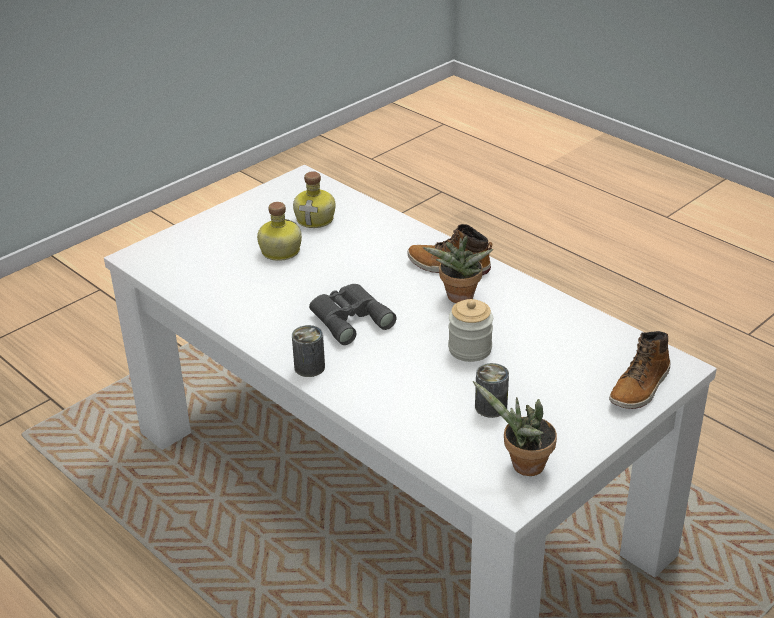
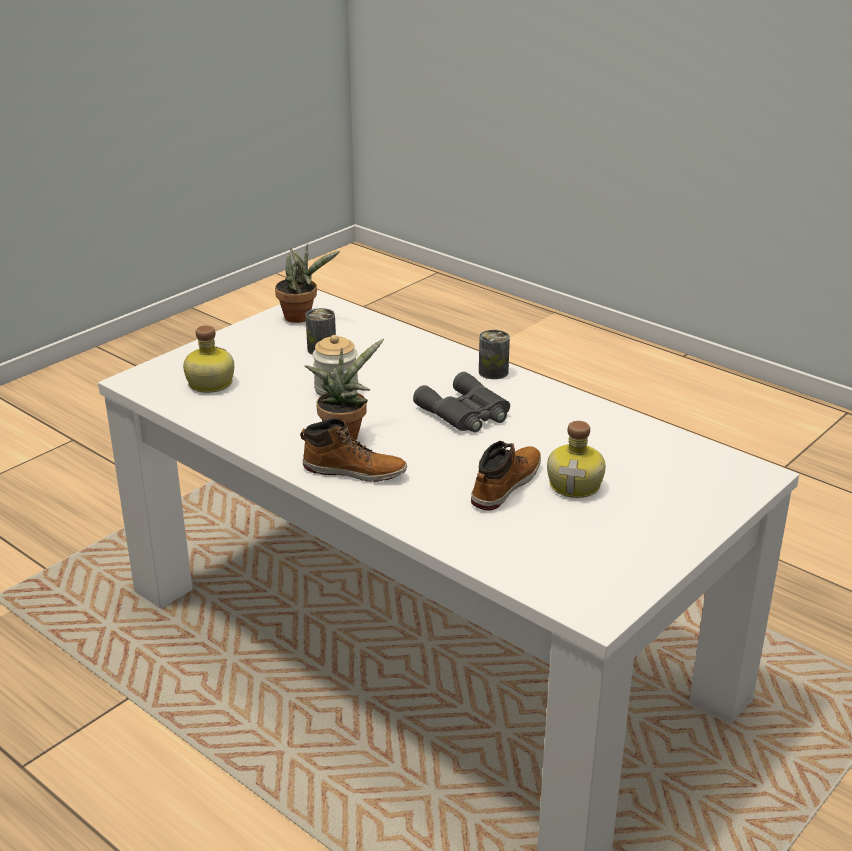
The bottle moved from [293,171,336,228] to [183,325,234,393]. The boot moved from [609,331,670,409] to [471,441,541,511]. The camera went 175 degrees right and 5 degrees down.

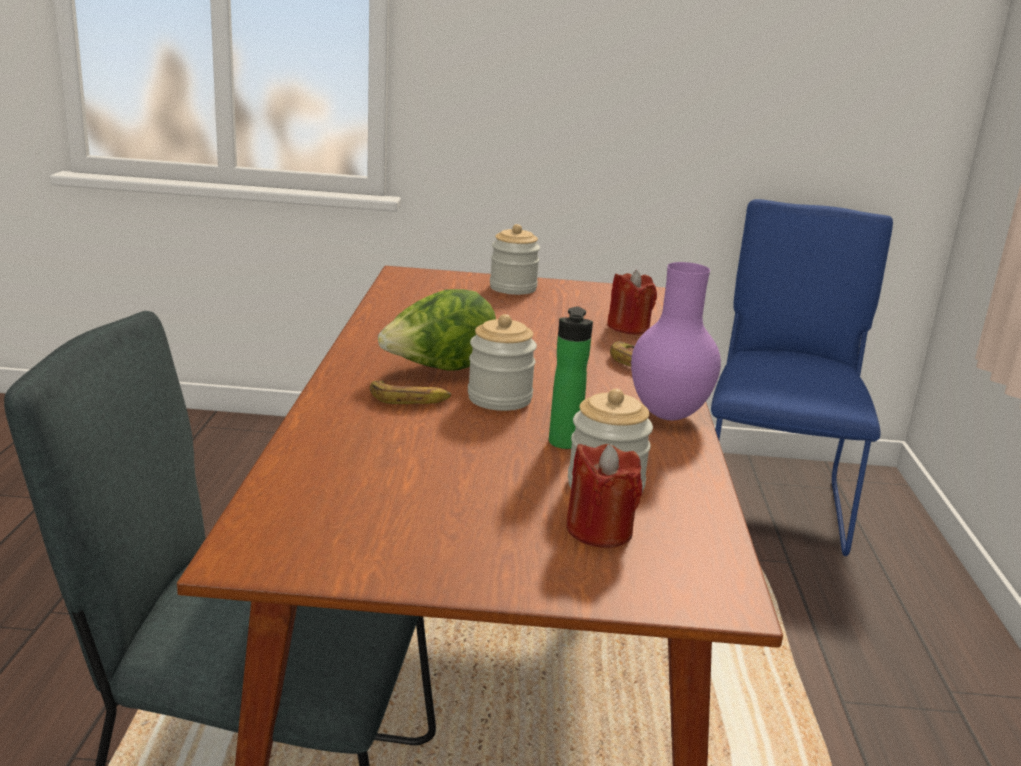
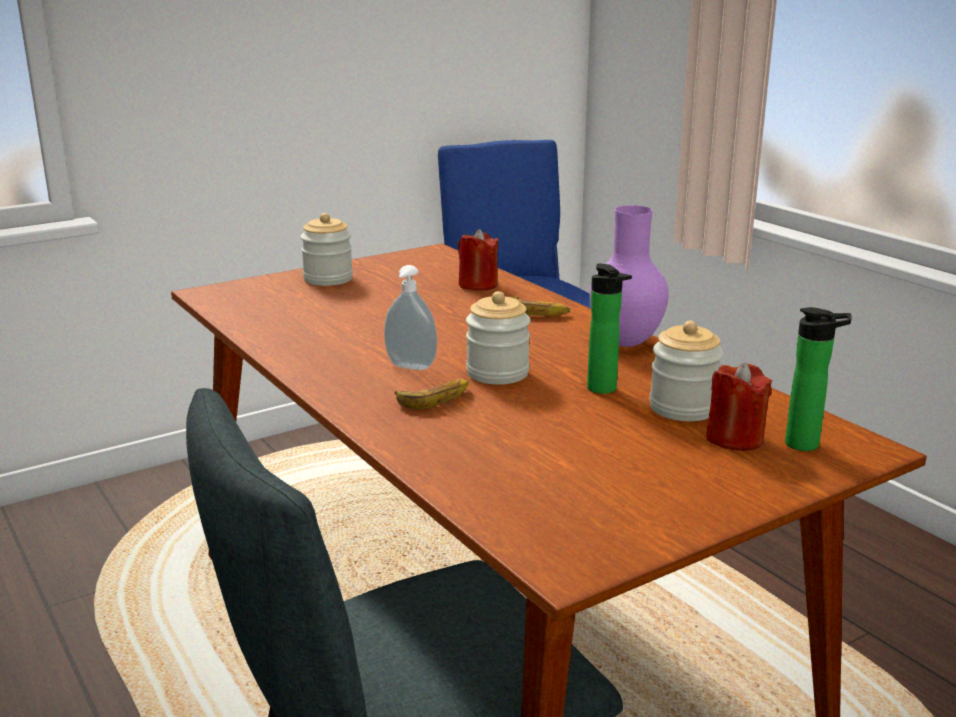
The lettuce head at [378,289,496,371] was replaced by the liquid soap bottle at [384,265,437,370]. The bottle at [785,307,851,451] appeared. The camera went 35 degrees left and 0 degrees up.

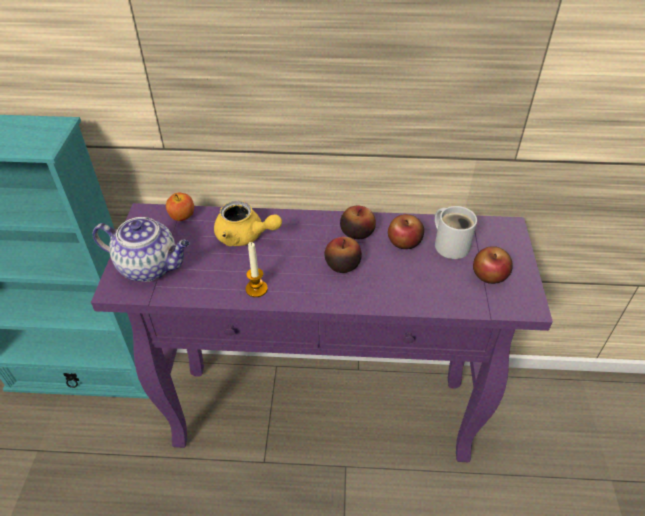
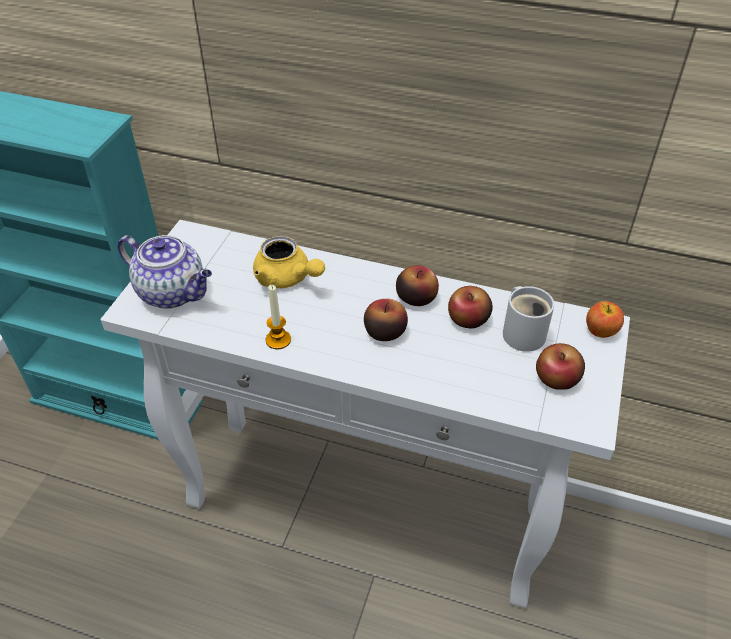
The purple console table at [91,203,553,462] became the white-coloured console table at [100,220,630,608]. The apple moved from [166,192,194,221] to [586,301,624,338]. The camera went 15 degrees right and 0 degrees up.

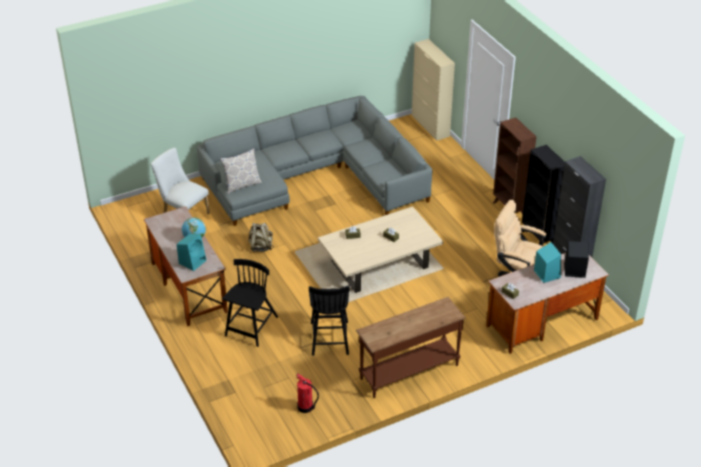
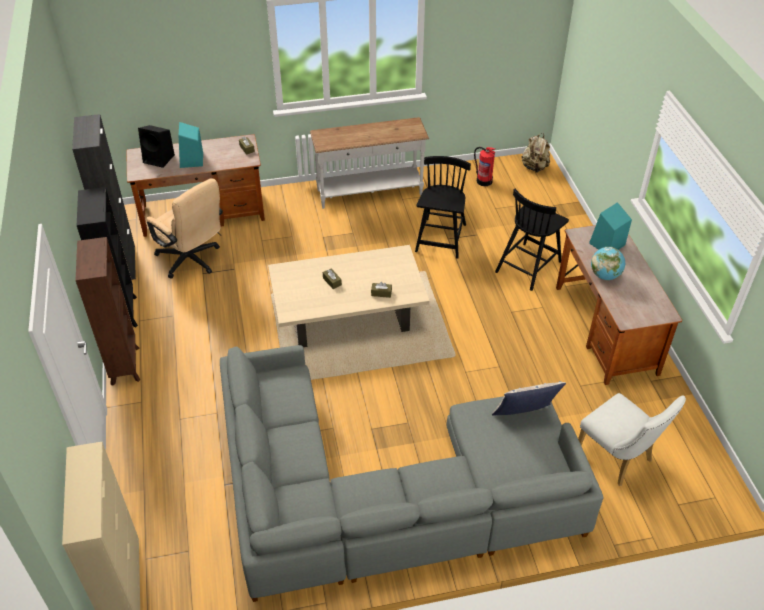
The sand-coloured rucksack moved from [248,223,274,252] to [522,133,550,173]. The brown-coloured console table at [356,297,466,398] became the white-coloured console table at [310,117,429,209]. The camera went 165 degrees left and 5 degrees up.

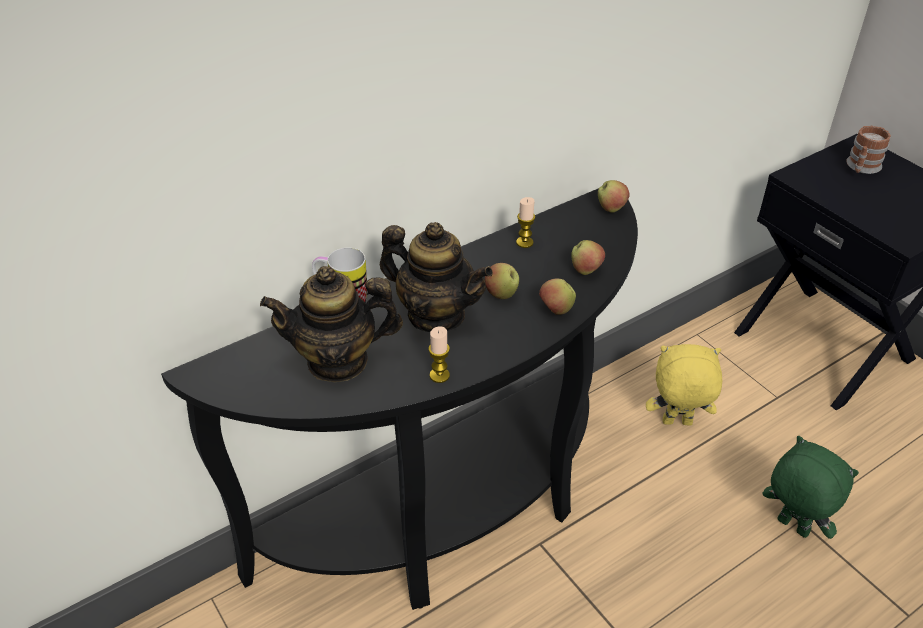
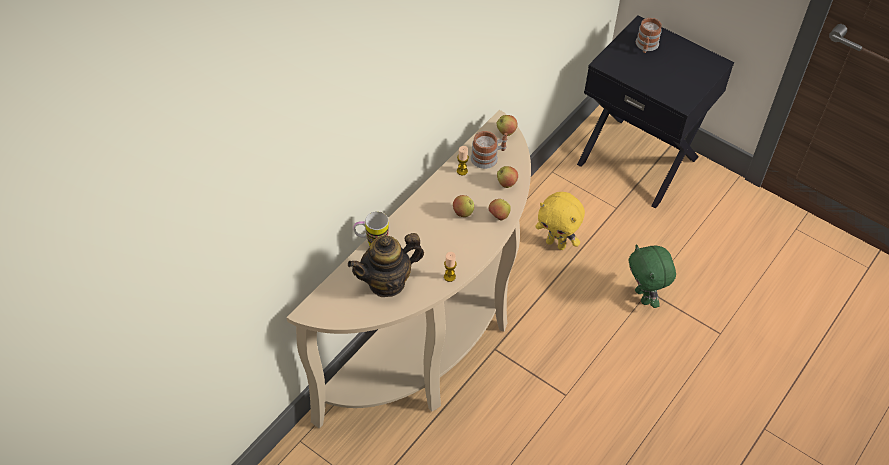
The black console table at [161,188,638,610] became the sand-coloured console table at [287,110,531,429]. The tea pot at [380,222,493,332] disappeared. The yellow-coloured soft toy at [646,344,722,426] turned 135 degrees counterclockwise. The green soft toy at [763,436,859,539] turned 135 degrees counterclockwise. The tea mug at [470,131,508,169] appeared. The camera went 20 degrees left and 10 degrees up.

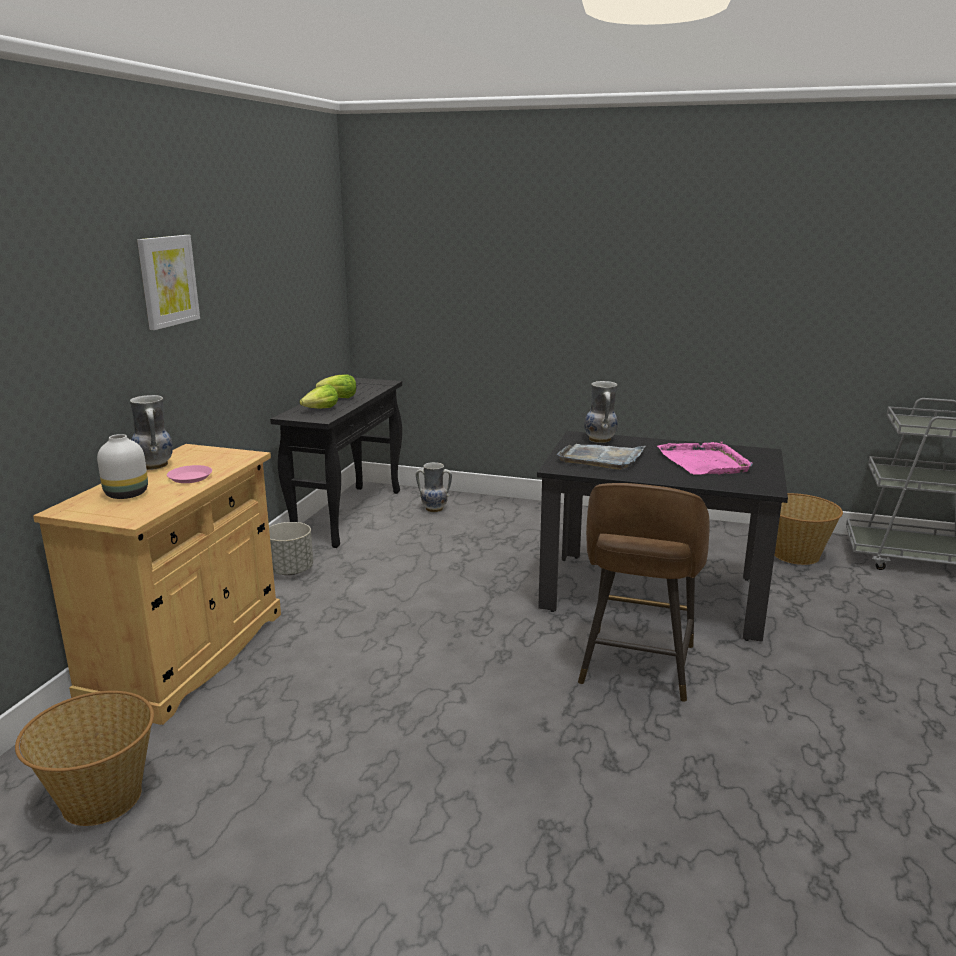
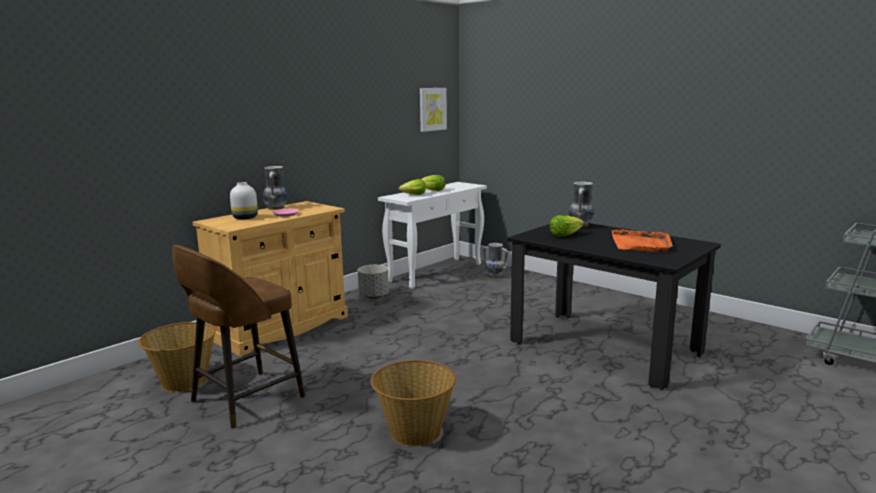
The wall picture moved from [137,235,200,330] to [420,88,447,132]. The black console table at [270,378,402,548] became the white-coloured console table at [378,182,487,289]. The grey tray at [556,444,646,470] was replaced by the lettuce head at [550,215,584,237]. The brown-coloured sitting stool moved from [578,483,710,702] to [172,245,305,429]. The pink tray at [657,442,753,474] became the orangey tray at [612,229,673,252]. The basket moved from [775,493,843,565] to [371,360,456,446]. The camera went 25 degrees right and 5 degrees down.

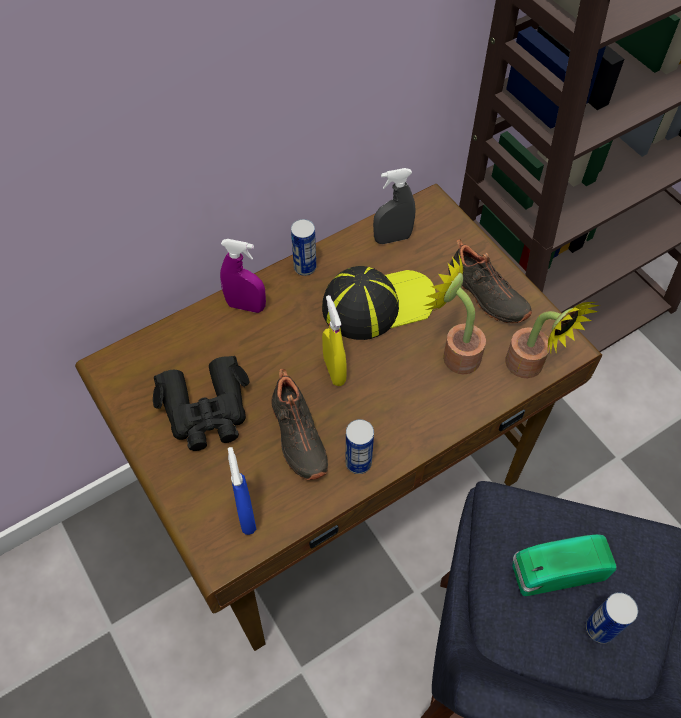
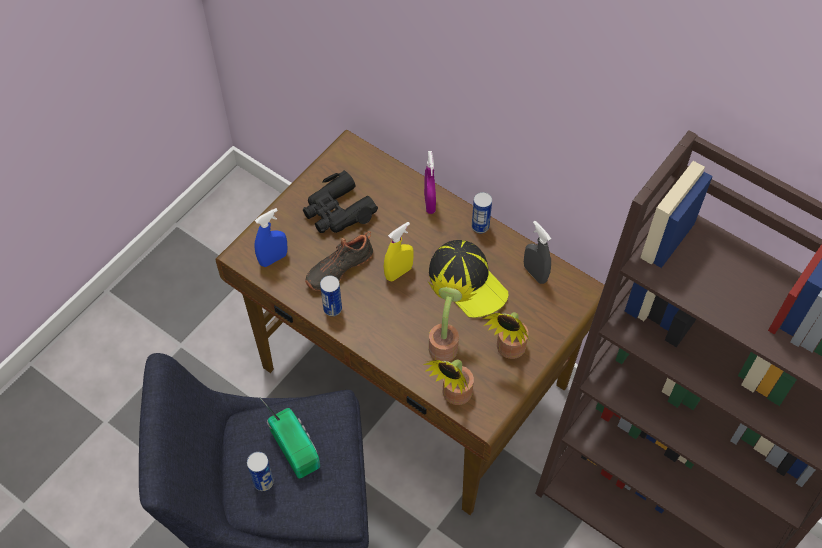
The black low shoe at [448,239,532,323] was replaced by the potted plant at [483,312,530,359]. The camera went 70 degrees right and 0 degrees up.

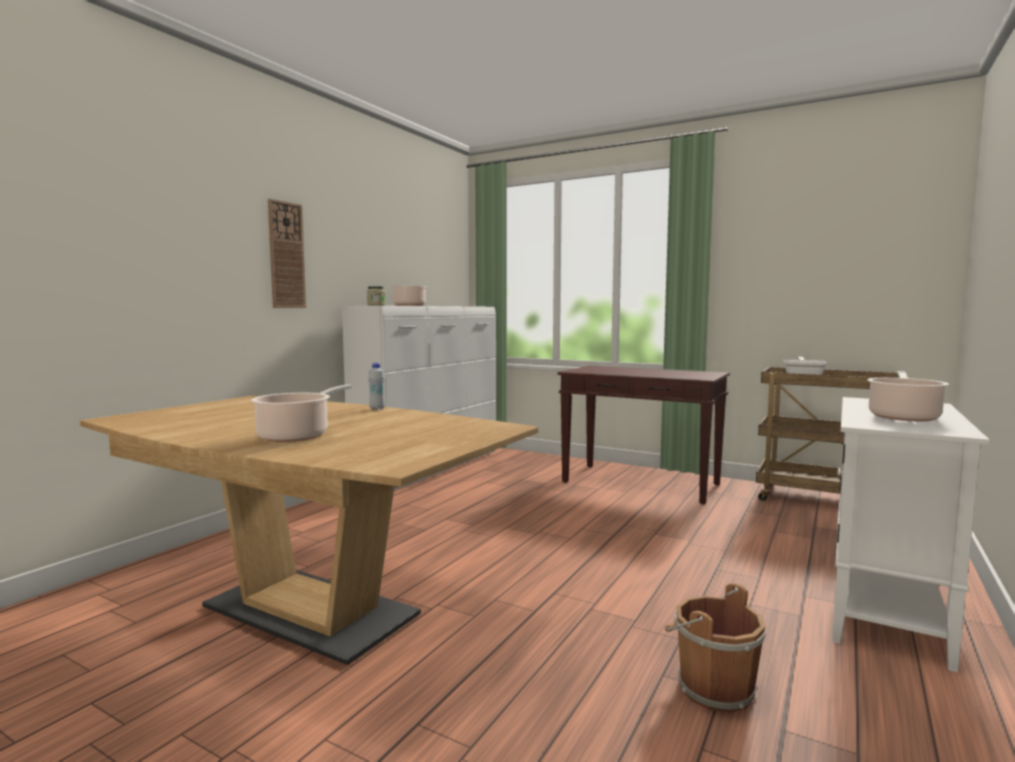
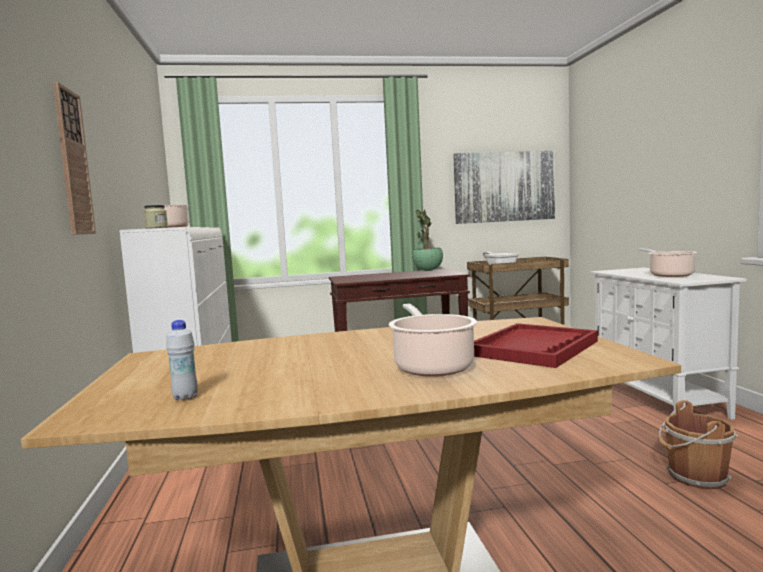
The white-coloured bottle moved from [368,363,385,410] to [166,320,198,400]. The potted plant at [412,209,443,271] appeared. The wall picture at [453,151,555,224] appeared. The reddish tray at [474,323,598,368] appeared. The camera went 40 degrees left and 0 degrees up.

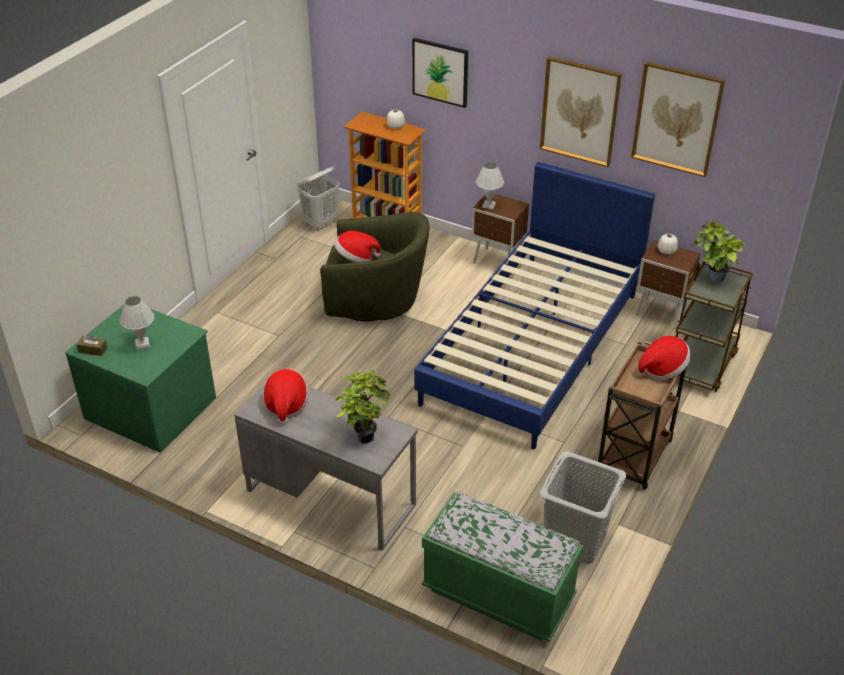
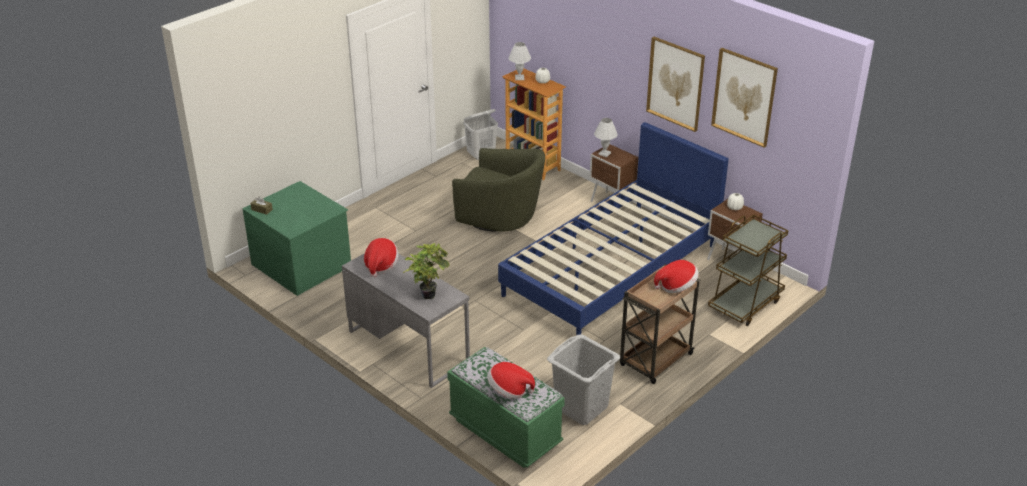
The white-coloured table lamp moved from [120,296,154,350] to [508,42,531,80]. The clothing hat moved from [334,231,380,262] to [487,362,535,399]. The wall picture at [412,38,468,108] disappeared. The potted plant at [692,220,745,282] disappeared. The camera went 15 degrees right and 5 degrees down.

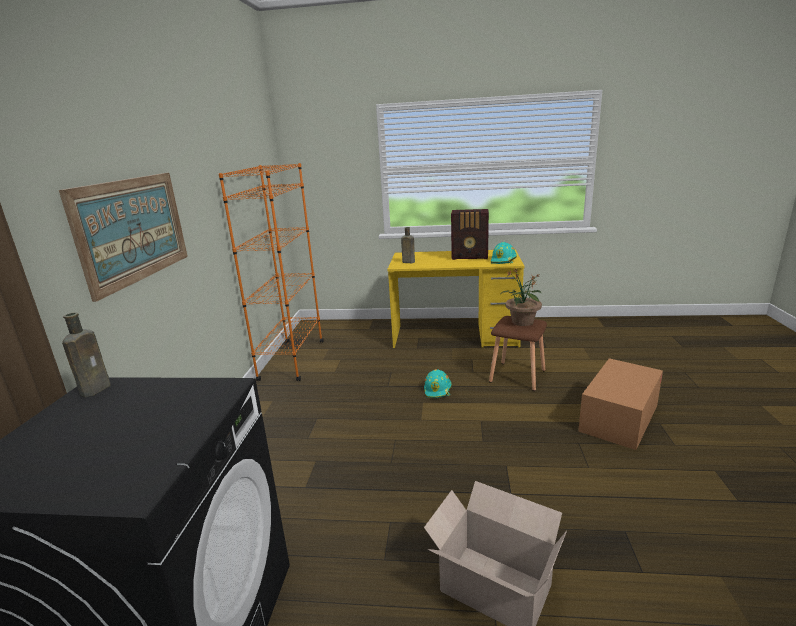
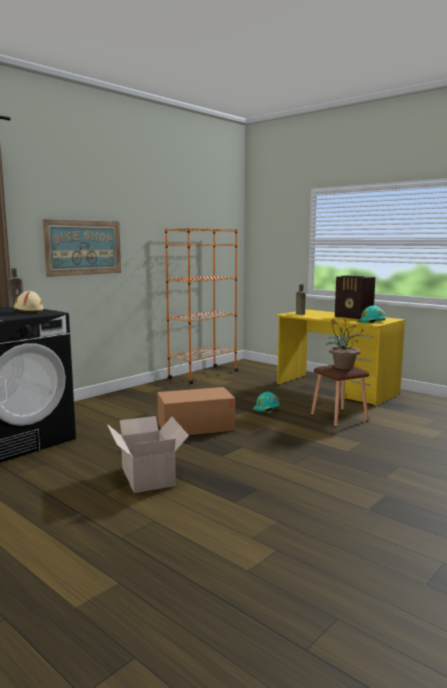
The cardboard box moved from [578,358,663,450] to [157,387,235,435]. The sand-coloured safety helmet at [14,291,43,313] appeared. The camera went 35 degrees right and 10 degrees down.

